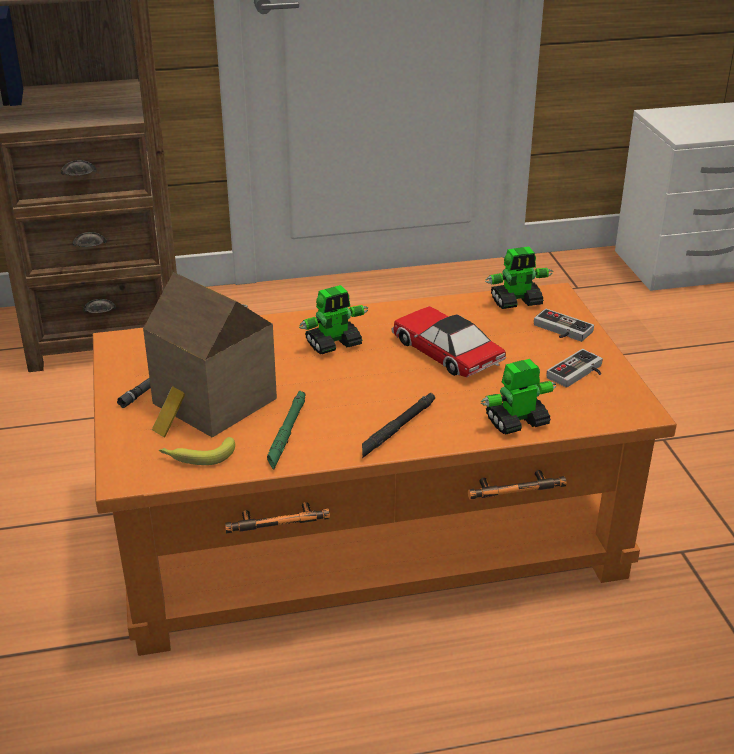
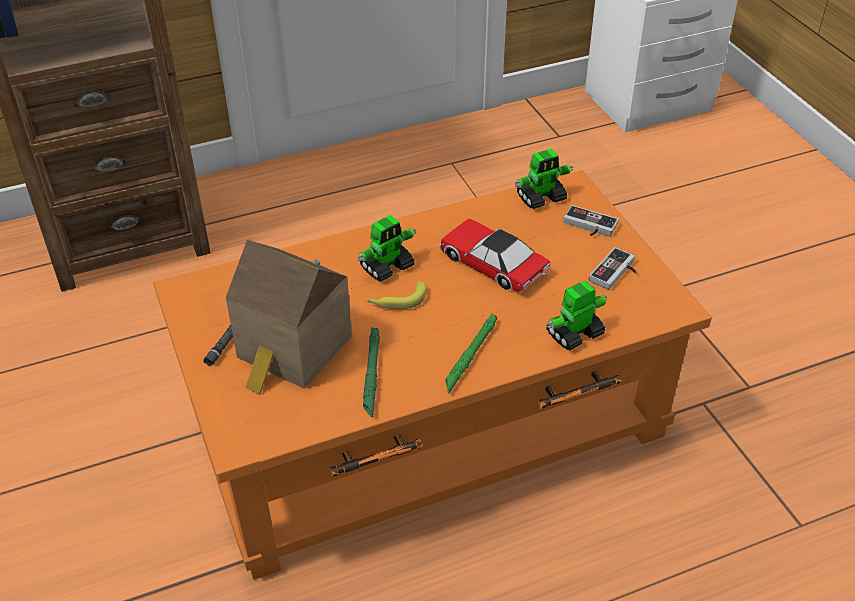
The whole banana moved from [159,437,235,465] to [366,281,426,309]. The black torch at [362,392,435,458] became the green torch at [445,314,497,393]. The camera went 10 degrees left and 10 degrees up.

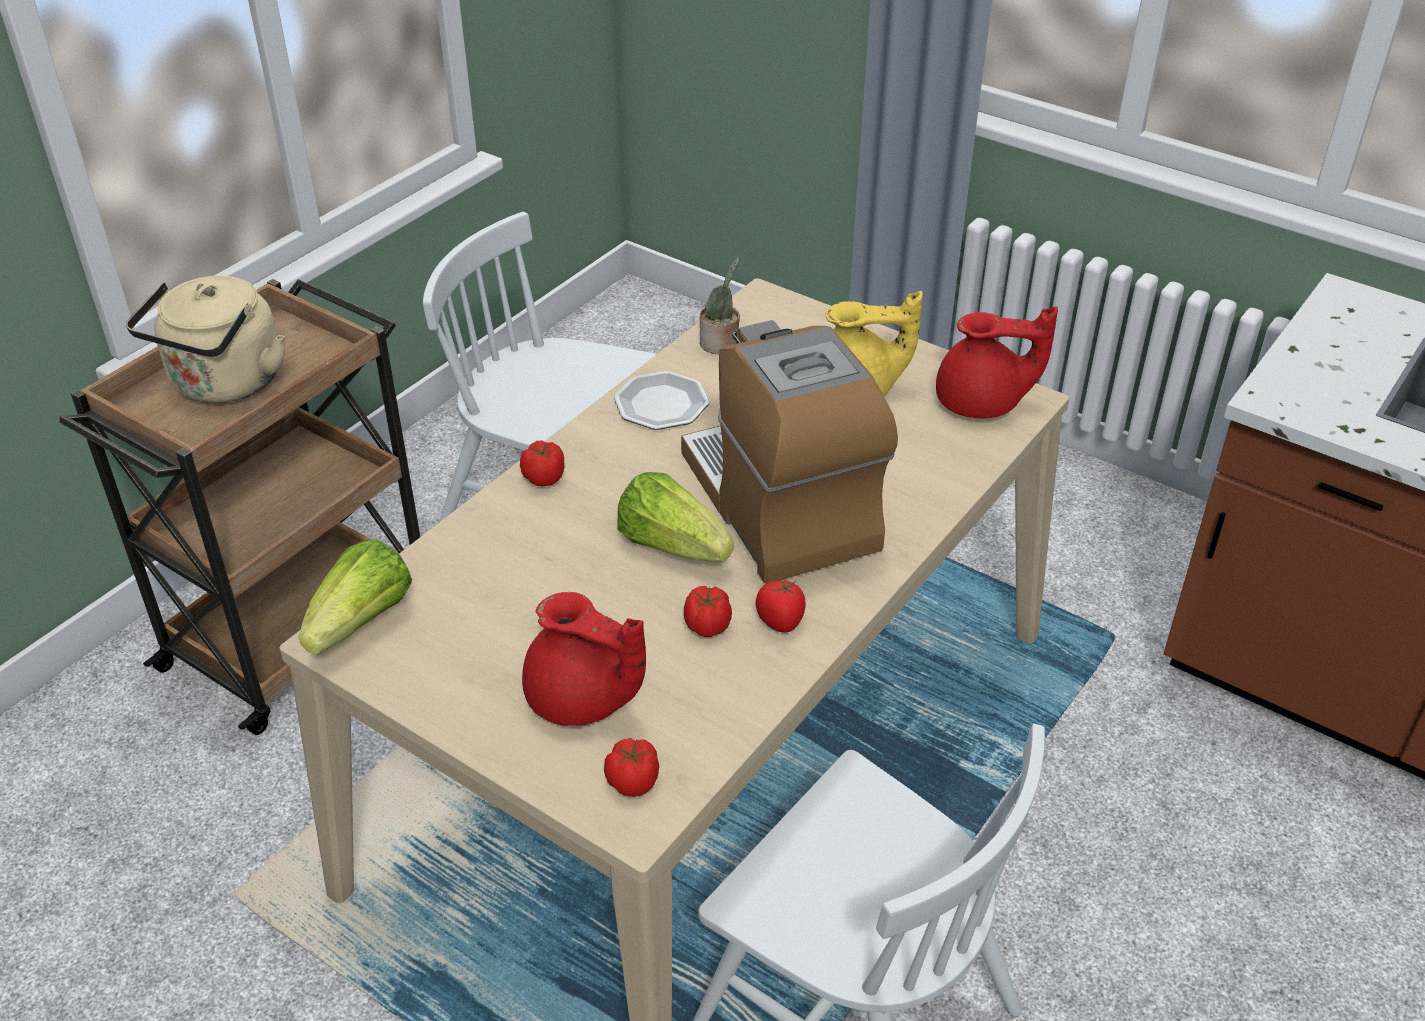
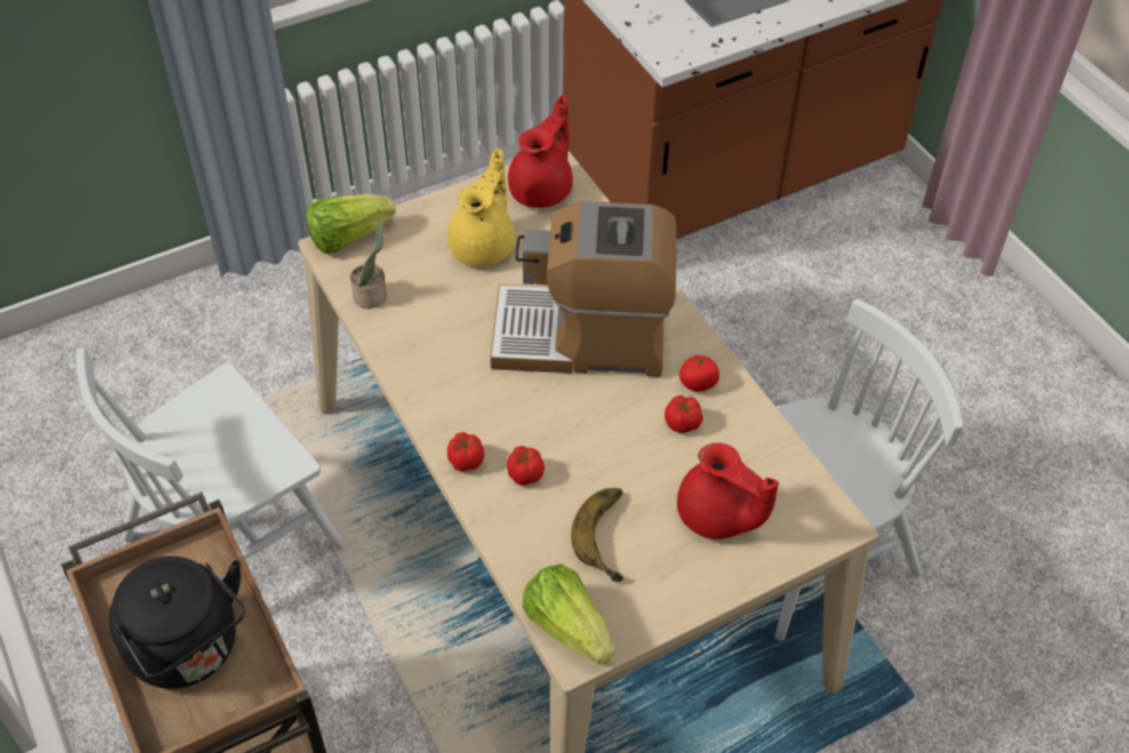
The sand-coloured tea kettle at [126,276,285,403] became the black tea kettle at [109,556,246,689]. The reddish tea pot at [522,592,646,726] turned 75 degrees clockwise. The whole tomato moved from [604,738,659,797] to [507,446,545,485]. The flat dish at [614,371,710,430] disappeared. The lettuce head moved from [618,472,734,562] to [307,194,396,253]. The whole banana at [571,488,623,582] appeared. The camera went 65 degrees left and 10 degrees up.

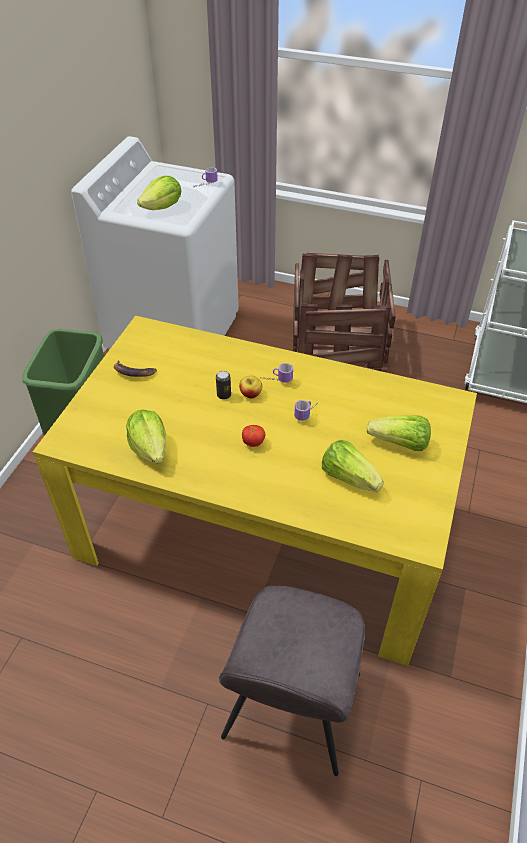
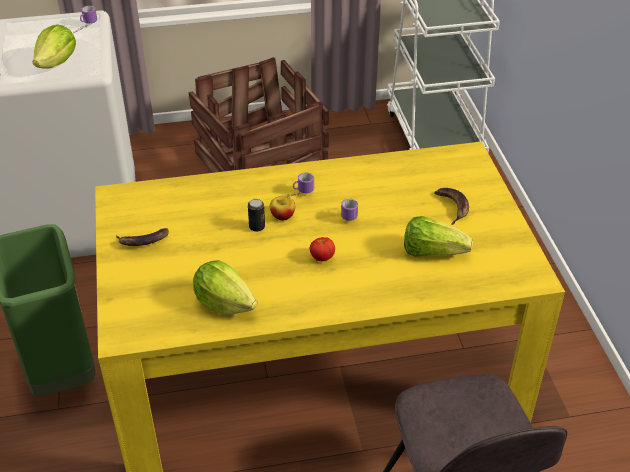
The lettuce head at [367,415,431,451] was replaced by the whole banana at [434,188,469,225]. The camera went 30 degrees left and 5 degrees down.

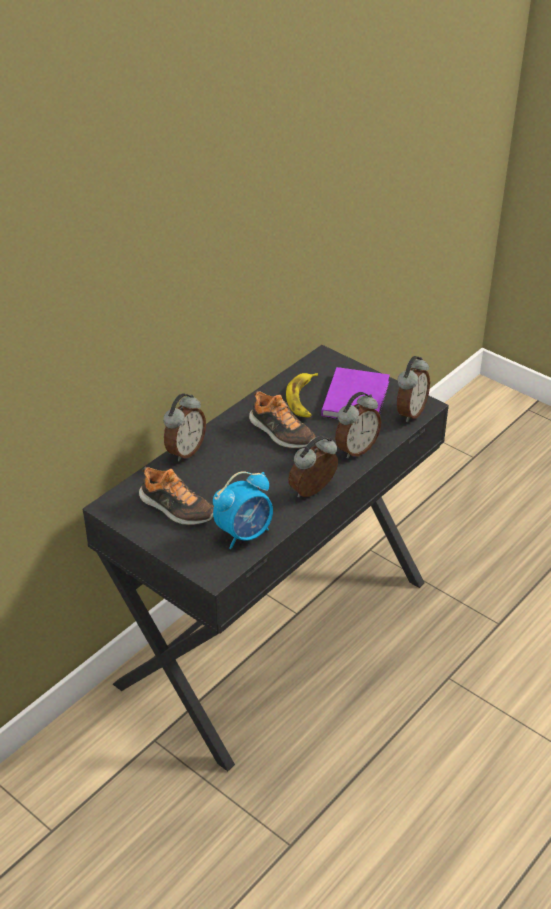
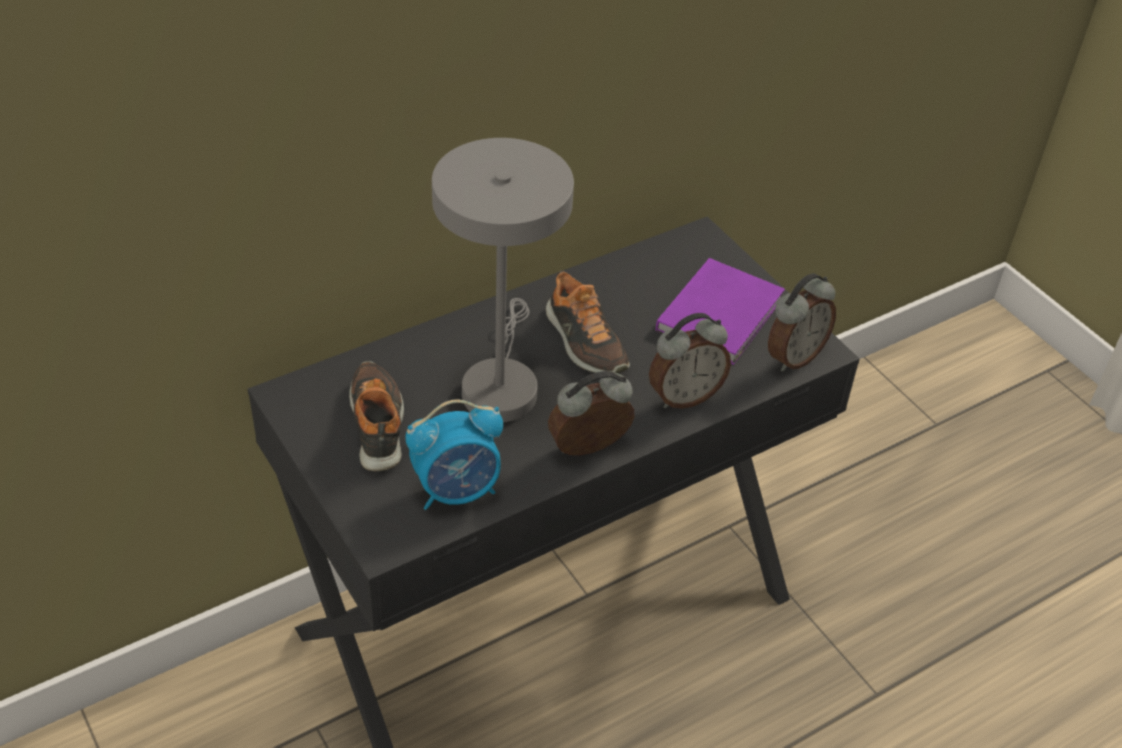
The low shoe at [139,467,214,525] turned 150 degrees counterclockwise. The bedside clock at [163,393,206,462] disappeared. The whole banana at [286,373,318,417] disappeared. The grey table lamp at [432,138,574,422] appeared. The camera went 15 degrees right and 5 degrees up.

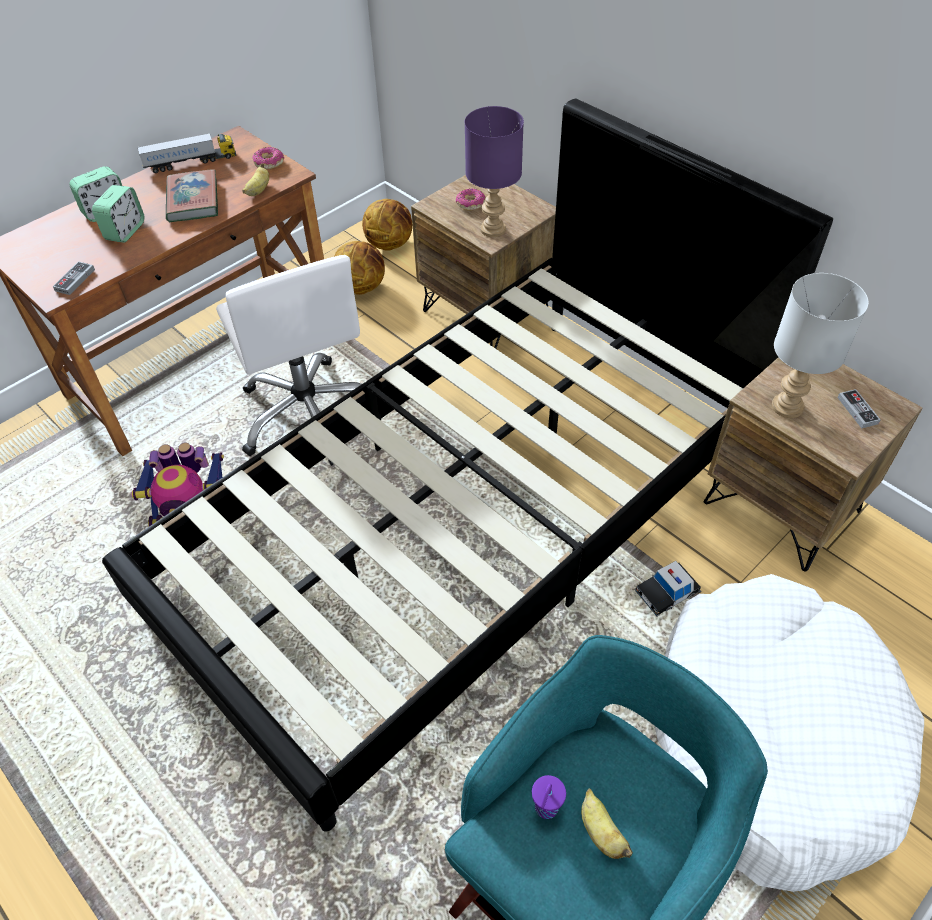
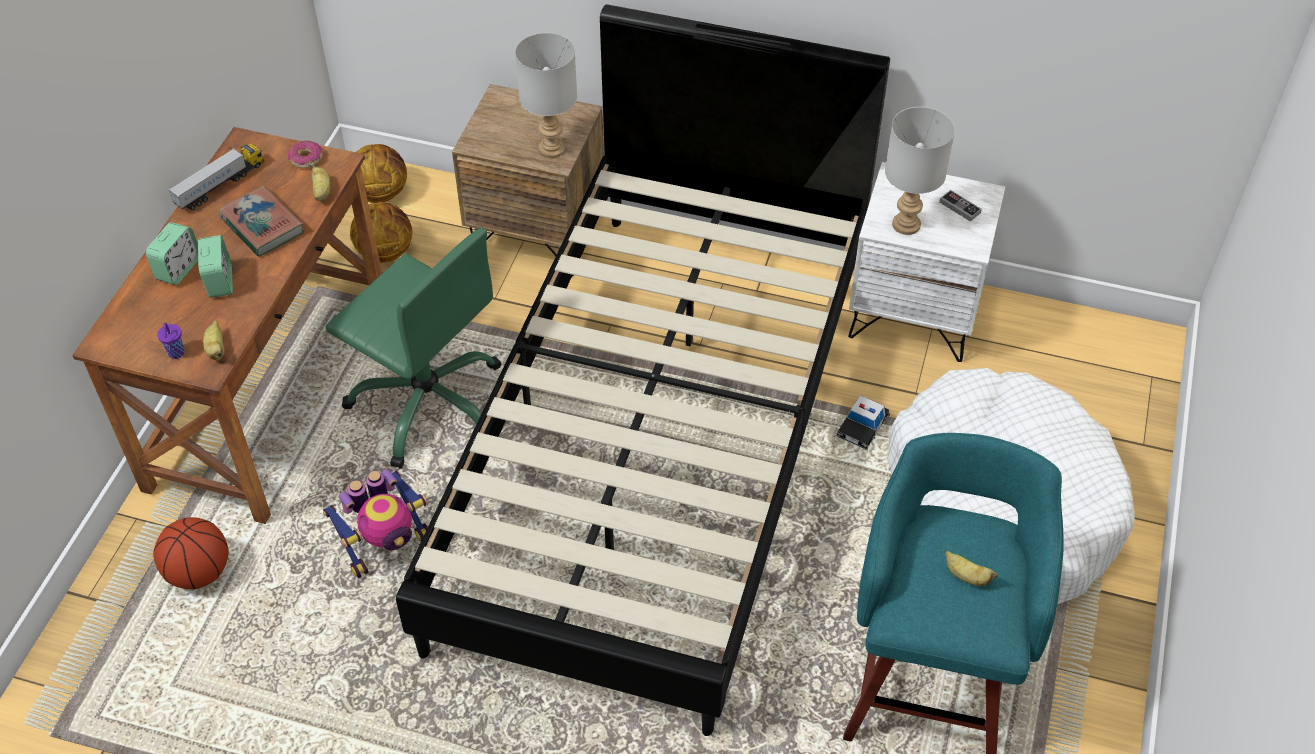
The joypad at [53,261,95,295] was replaced by the whole banana at [203,320,225,360]. The white-coloured desk chair at [216,255,361,466] became the green desk chair at [326,228,501,469]. The ring doughnut at [456,188,485,211] disappeared. The purple table lamp at [465,106,524,237] became the grey table lamp at [515,32,577,158]. The purple small cup moved from [532,775,566,819] to [157,322,185,359]. The brown-coloured nightstand at [704,357,922,572] became the white-coloured nightstand at [848,162,1005,362]. The basketball ball at [153,517,229,589] appeared. The camera went 30 degrees left and 0 degrees up.

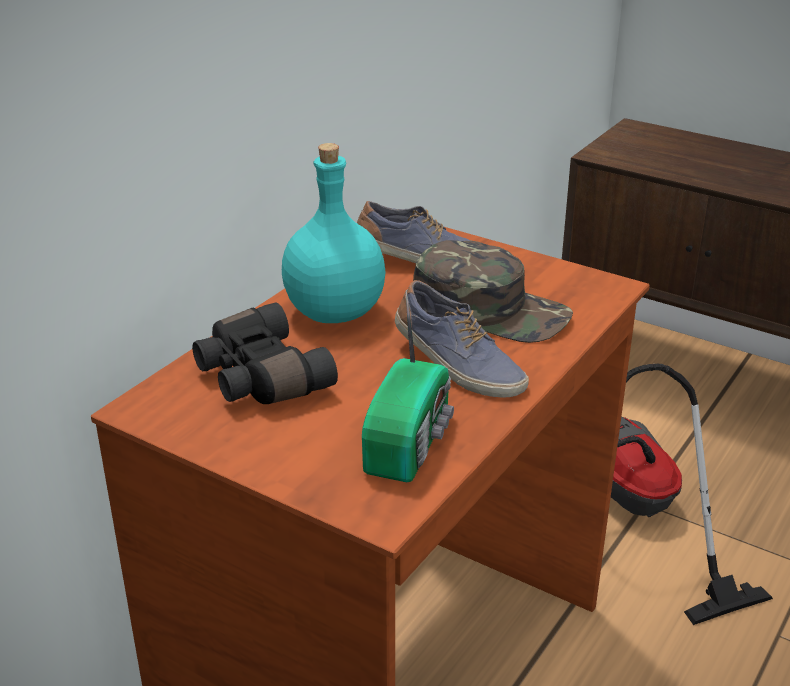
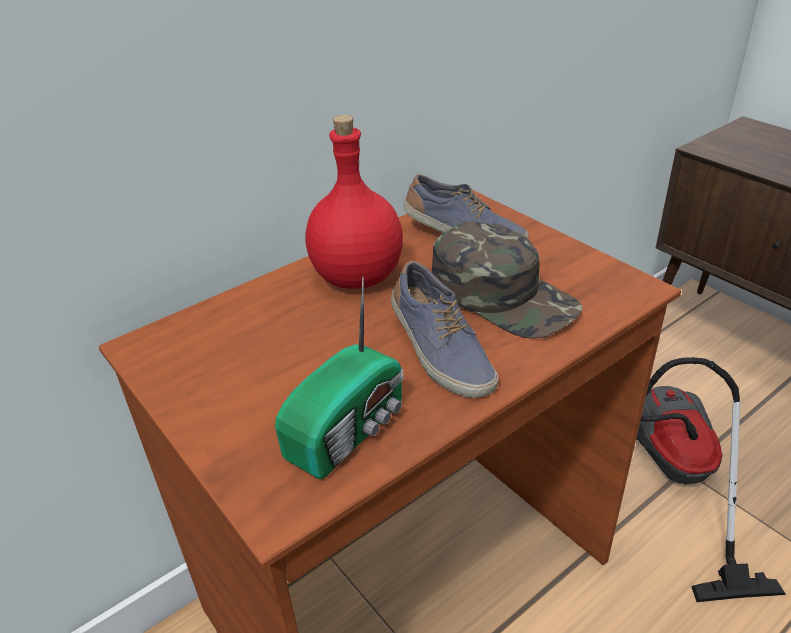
The black binoculars at [192,303,338,404] disappeared. The blue-green bottle at [282,143,385,323] became the reddish bottle at [305,115,403,289]. The camera went 20 degrees right and 5 degrees up.

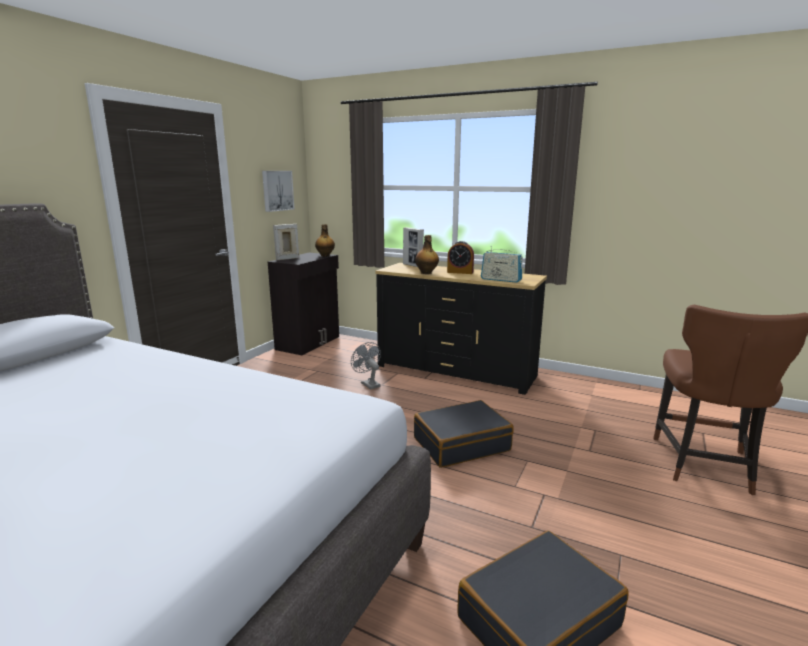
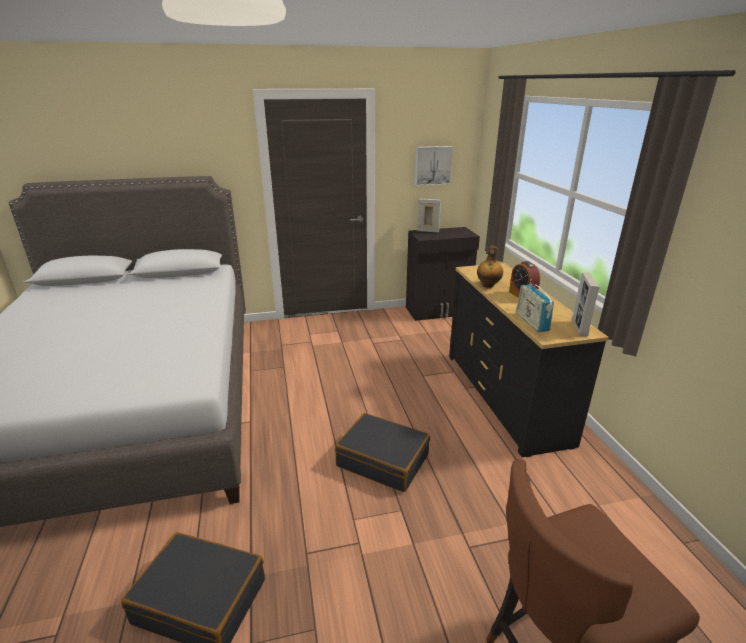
The bottle at [315,224,335,257] disappeared. The grey cooling fan at [351,342,381,390] disappeared. The picture frame moved from [403,227,424,267] to [572,272,600,336]. The camera went 50 degrees right and 10 degrees up.

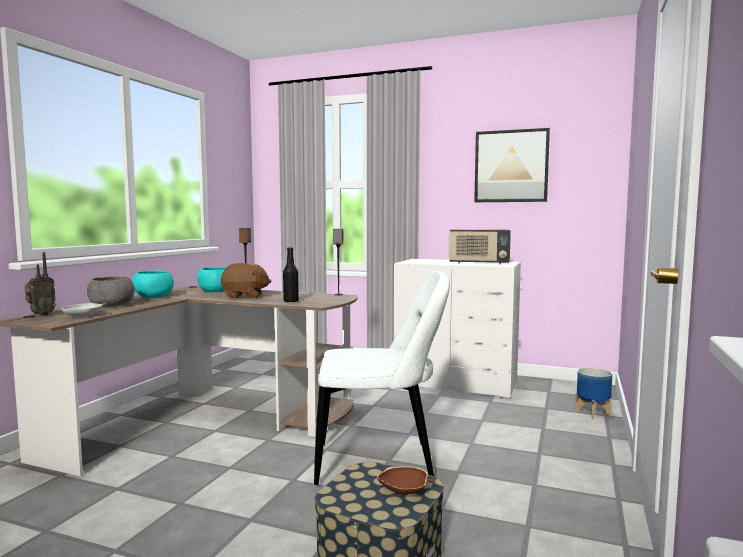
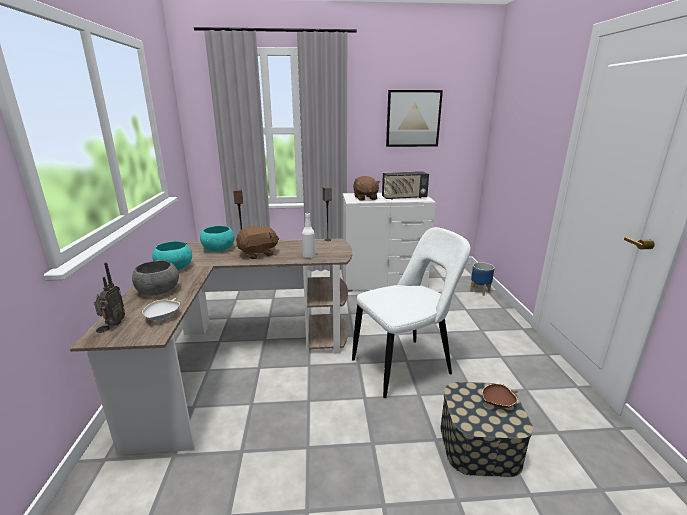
The black bottle at [283,247,299,302] became the white-coloured bottle at [302,213,315,258]. The brown-coloured soft toy at [353,176,380,201] appeared. The camera went 25 degrees left and 15 degrees up.

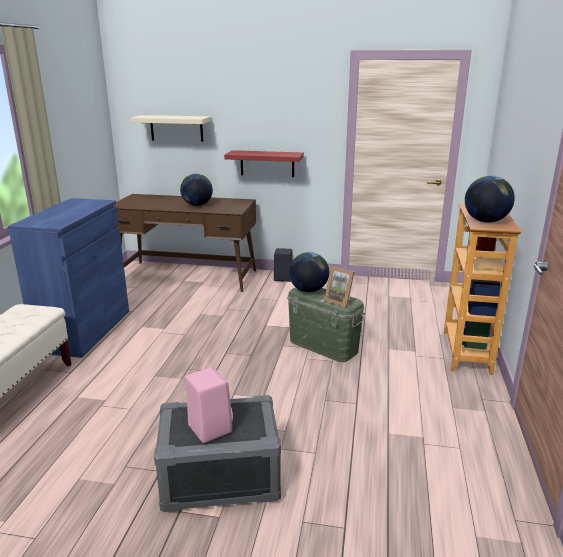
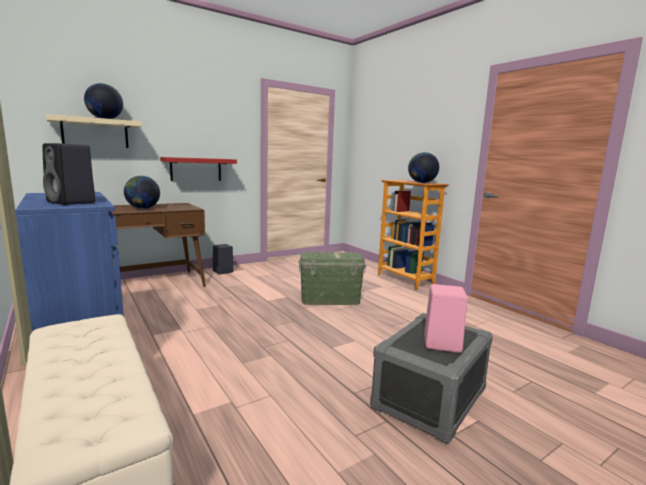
The desk globe moved from [289,252,329,292] to [84,83,123,119]. The picture frame at [324,266,355,307] disappeared. The black audio speaker at [42,143,96,205] appeared. The camera went 45 degrees left and 10 degrees down.

